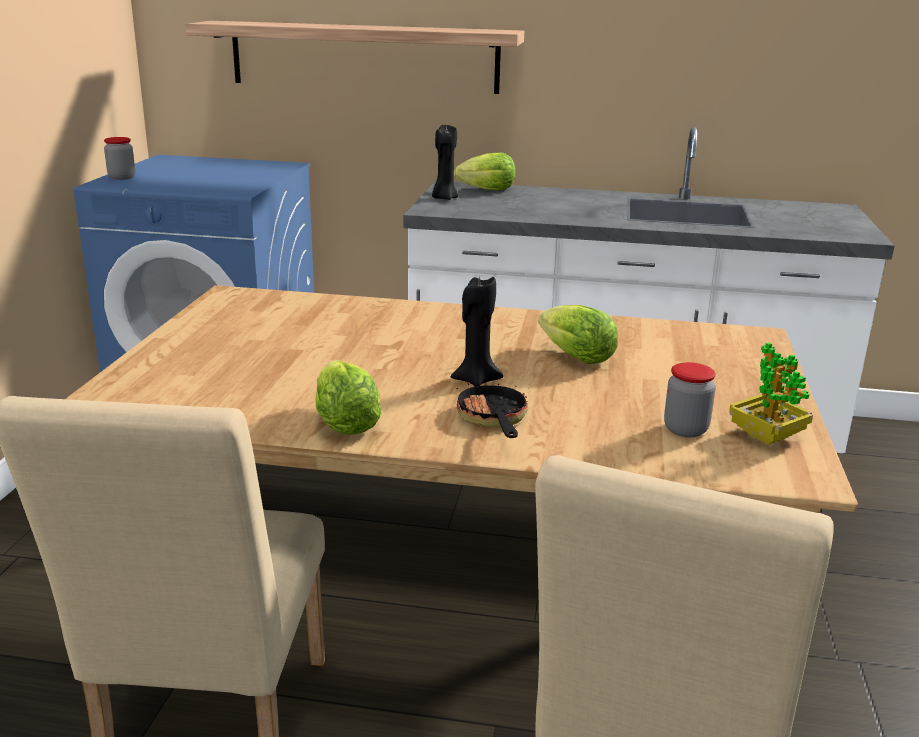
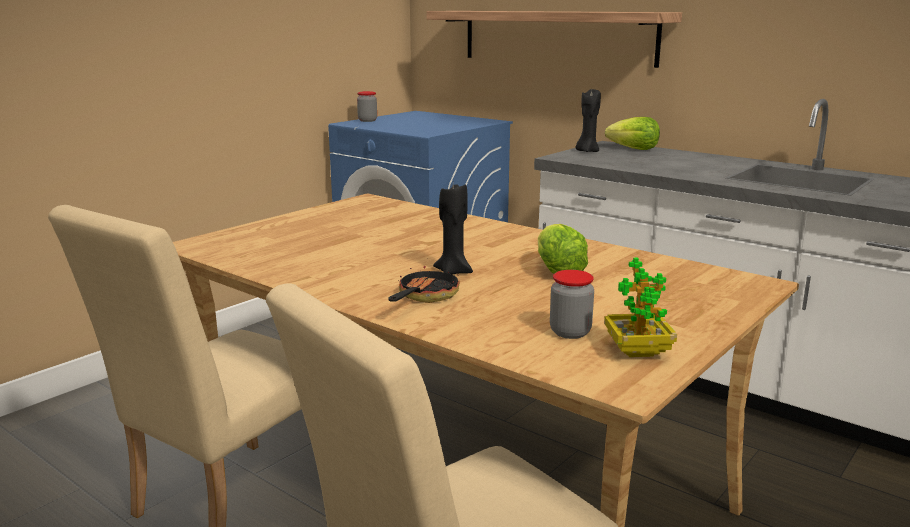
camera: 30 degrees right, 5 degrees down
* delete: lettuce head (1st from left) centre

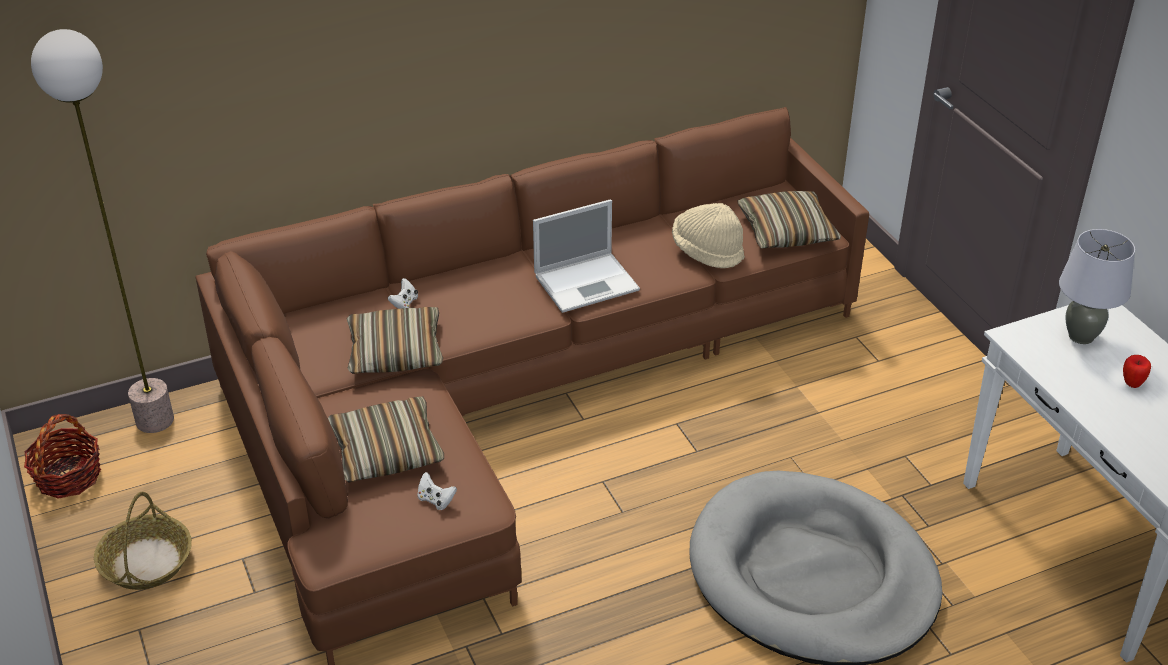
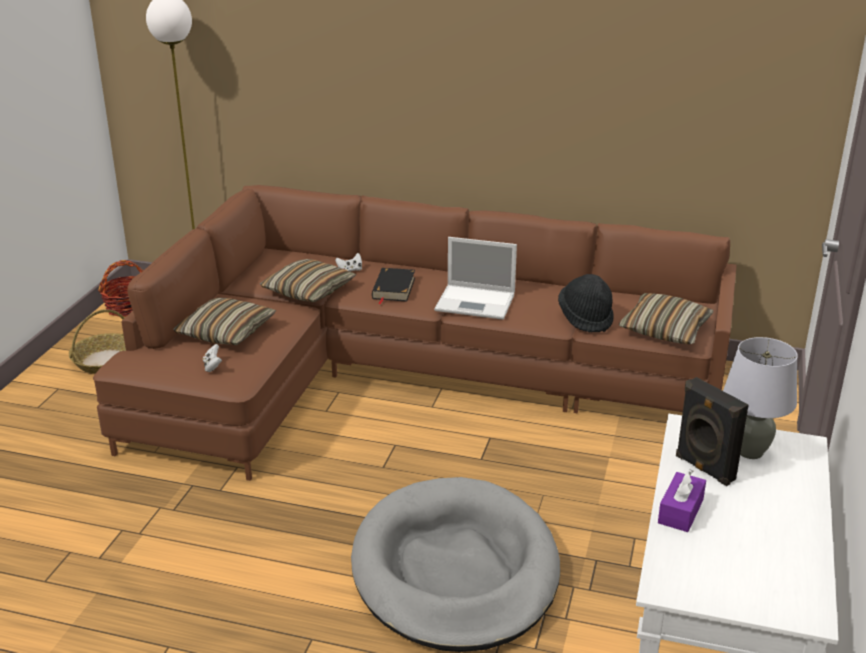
camera: 40 degrees right, 10 degrees down
* delete: whole apple middle right
* insert: blackish book centre
* insert: purplish box of tissues bottom right
* insert: blackish speaker middle right
* recolor: sand-coloured hat centre to blackish hat middle right

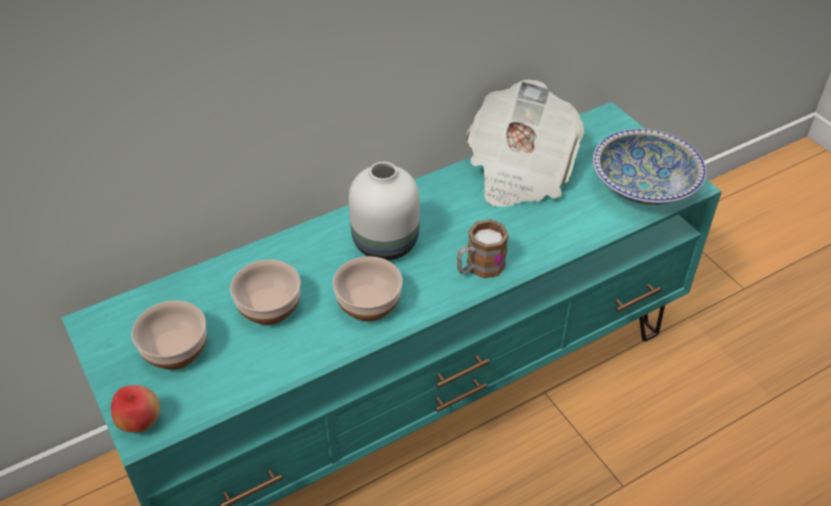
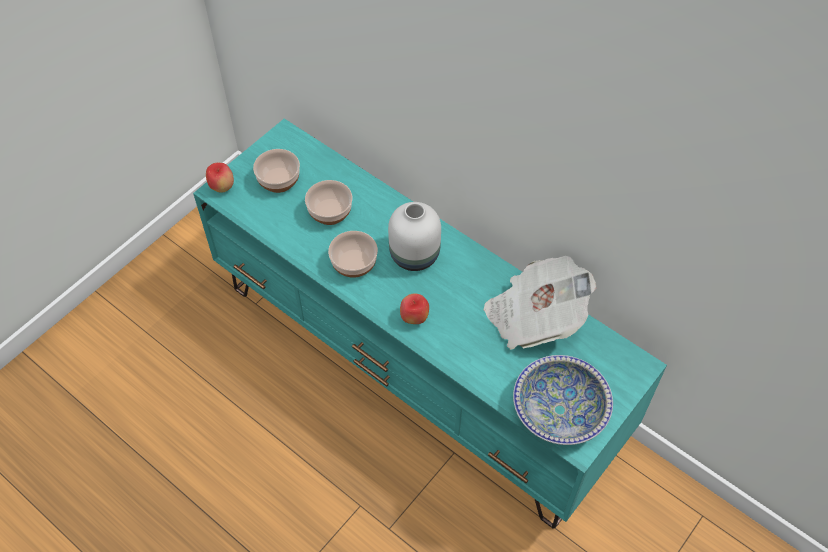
camera: 70 degrees right, 10 degrees up
* replace: tea mug centre to whole apple (2nd from left) centre

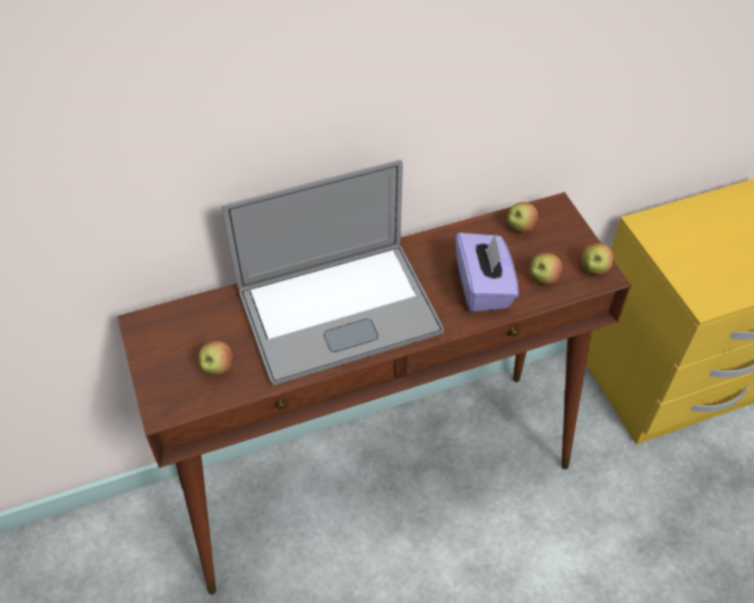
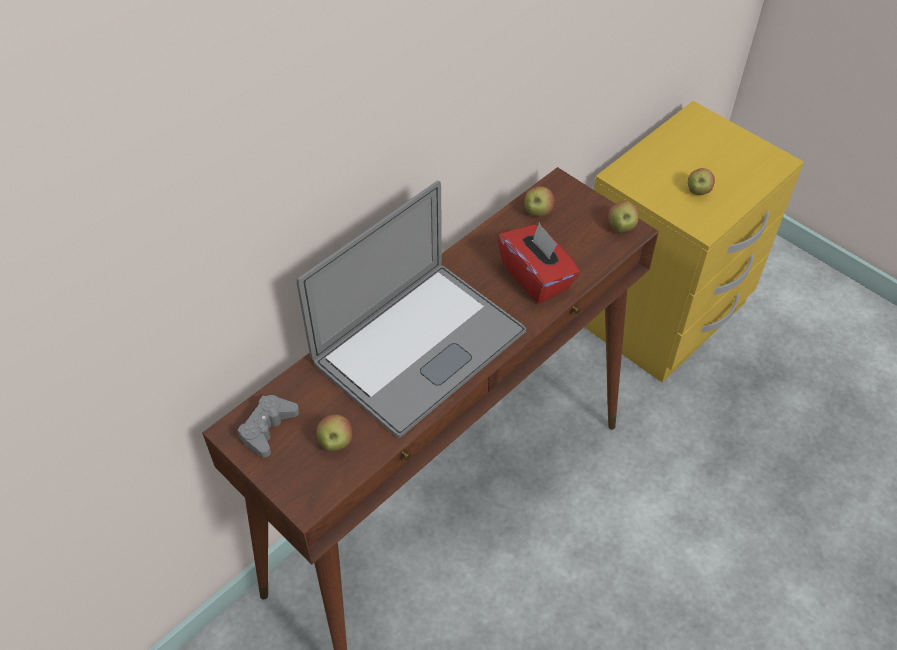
camera: 25 degrees left, 0 degrees up
* insert: greyish gamepad middle left
* move: whole apple (3rd from left in the first image) middle right to whole apple (4th from left) top right
* recolor: purplish box of tissues centre to red box of tissues centre

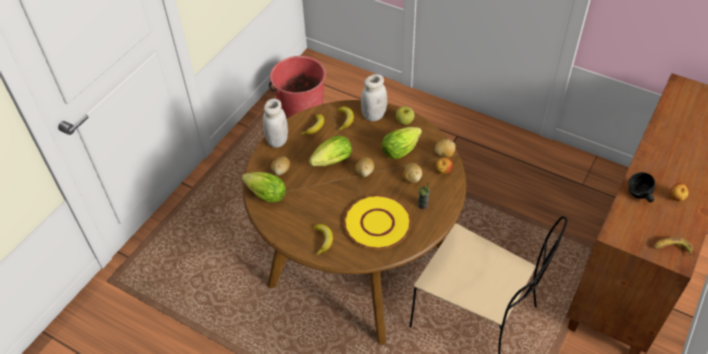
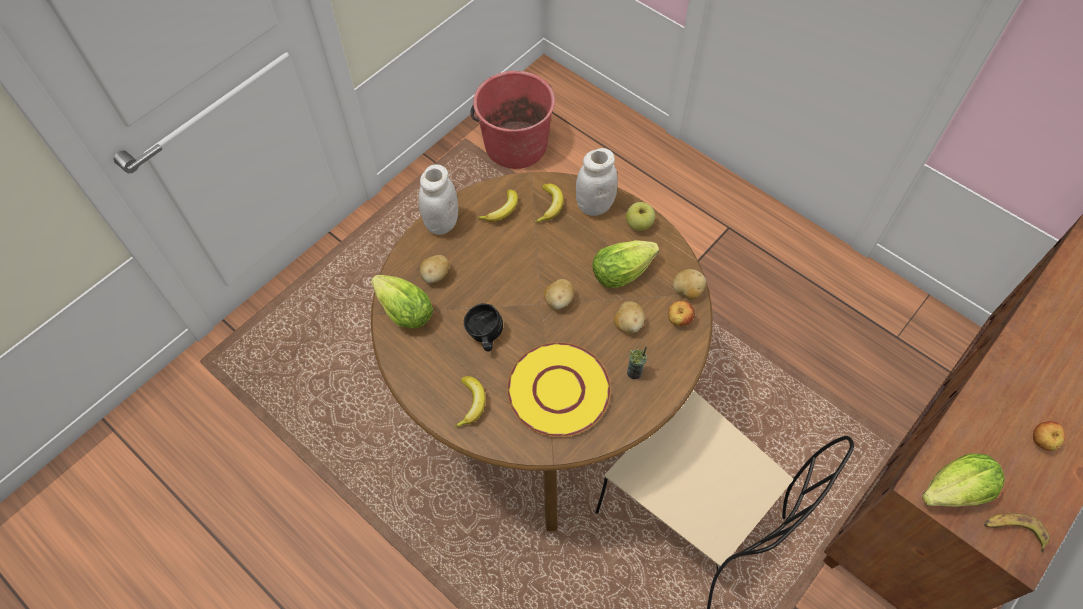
camera: 10 degrees right, 10 degrees up
* move: lettuce head (2nd from left in the first image) centre to lettuce head (3rd from left) bottom right
* move: blackish tea mug middle right to centre

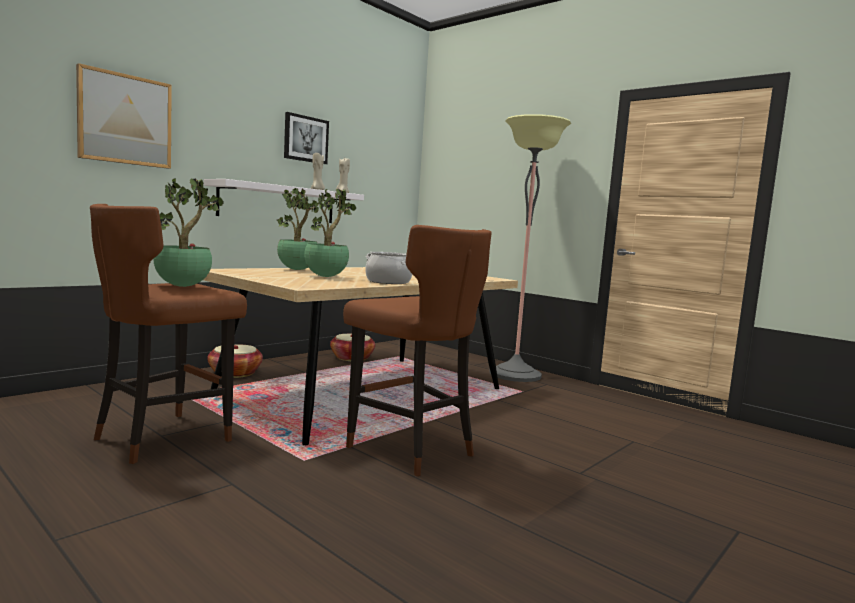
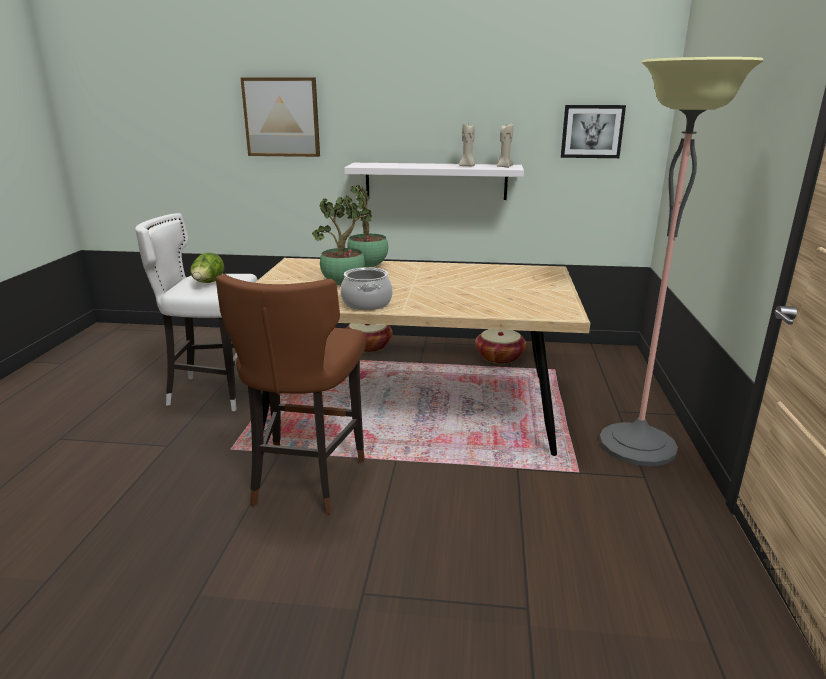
camera: 55 degrees right, 15 degrees up
* move: picture (2nd from left) top centre to top right
* replace: plant in a pot (1st from left) middle left to lettuce head middle left
* recolor: brown-coloured stool seat (1st from left) middle left to white-coloured stool seat middle left

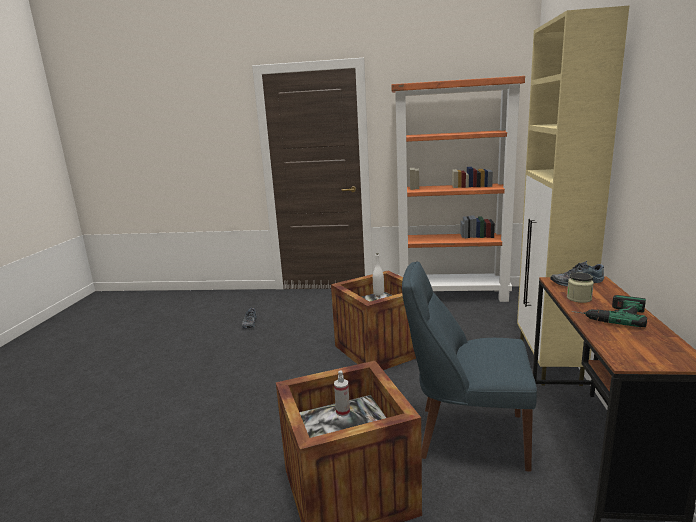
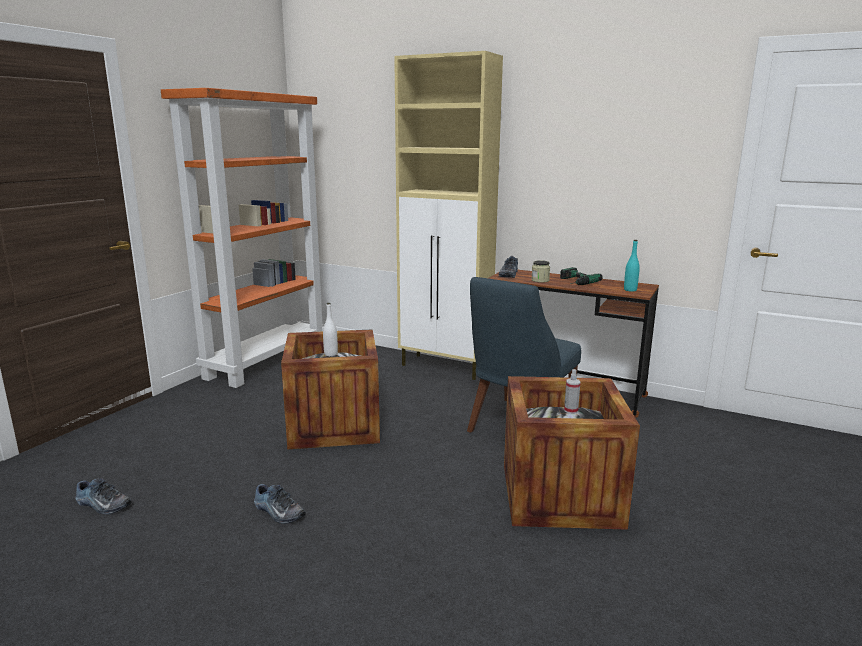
camera: 70 degrees left, 0 degrees up
* insert: low shoe (2nd from left) bottom left
* insert: blue-green bottle middle right

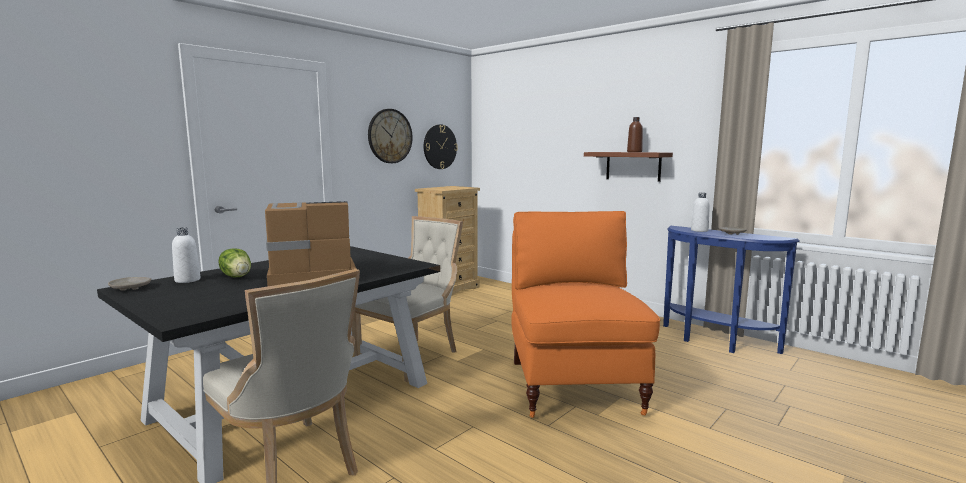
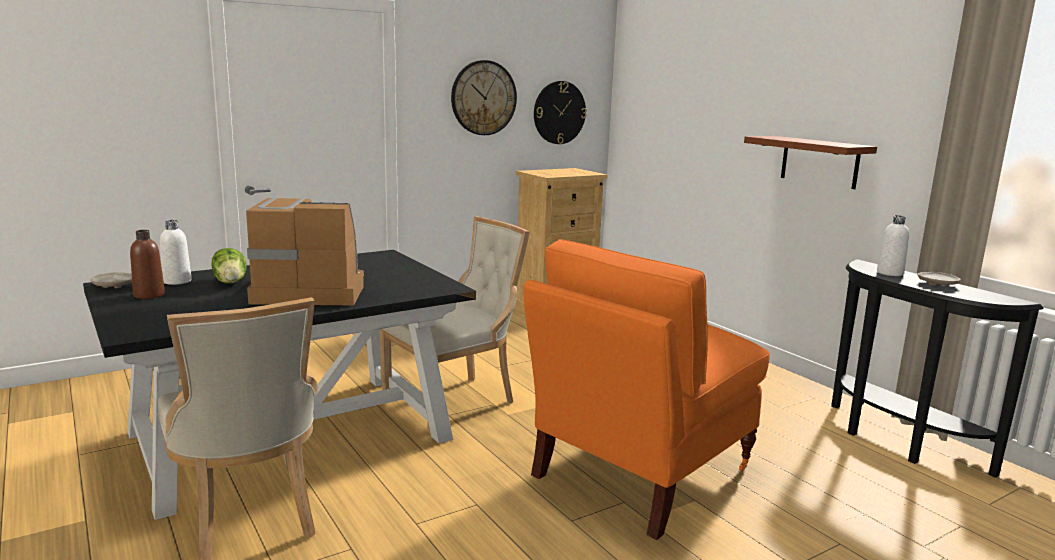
camera: 15 degrees right, 5 degrees up
* move: brown-coloured bottle top centre to middle left
* recolor: blue narrow table middle right to blackish narrow table middle right
* rotate: orangey chair centre = bottom centre 150 degrees counterclockwise

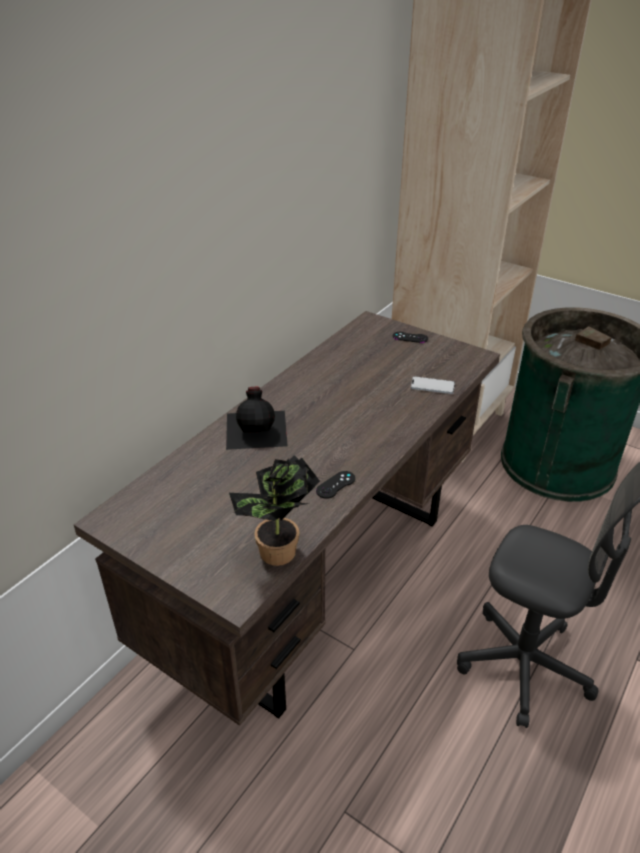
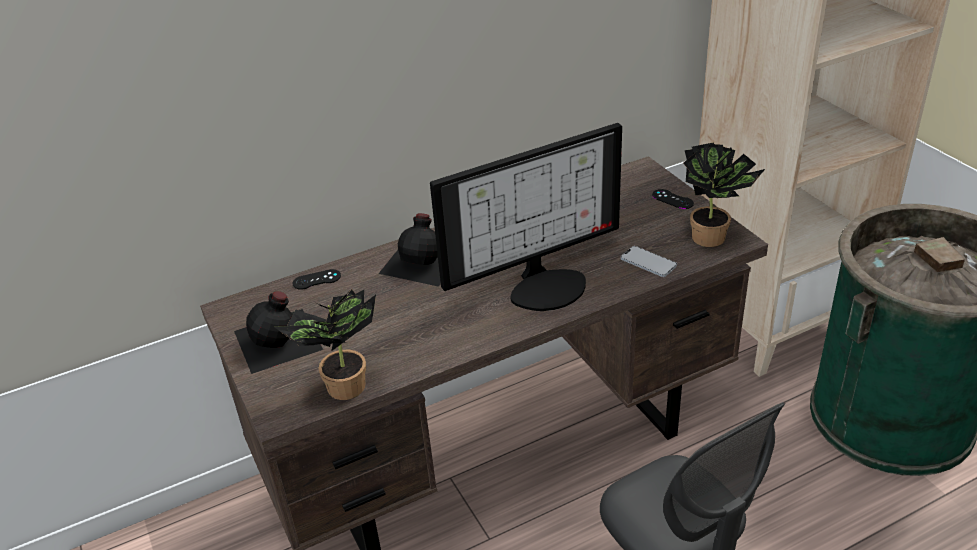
camera: 30 degrees right, 0 degrees up
* insert: blackish bottle (1st from left) middle left
* insert: computer screen centre
* insert: plant in a pot (2nd from left) middle right
* move: blackish gamepad (1st from left) centre to middle left

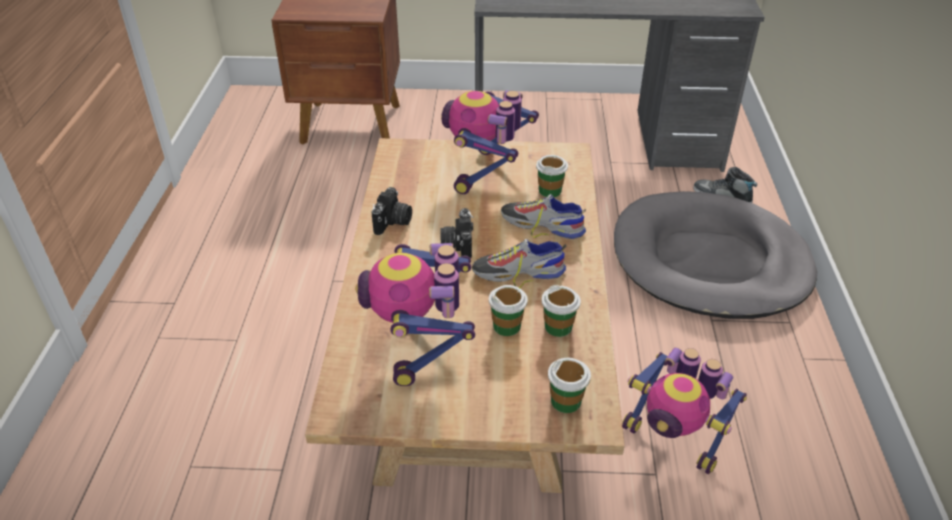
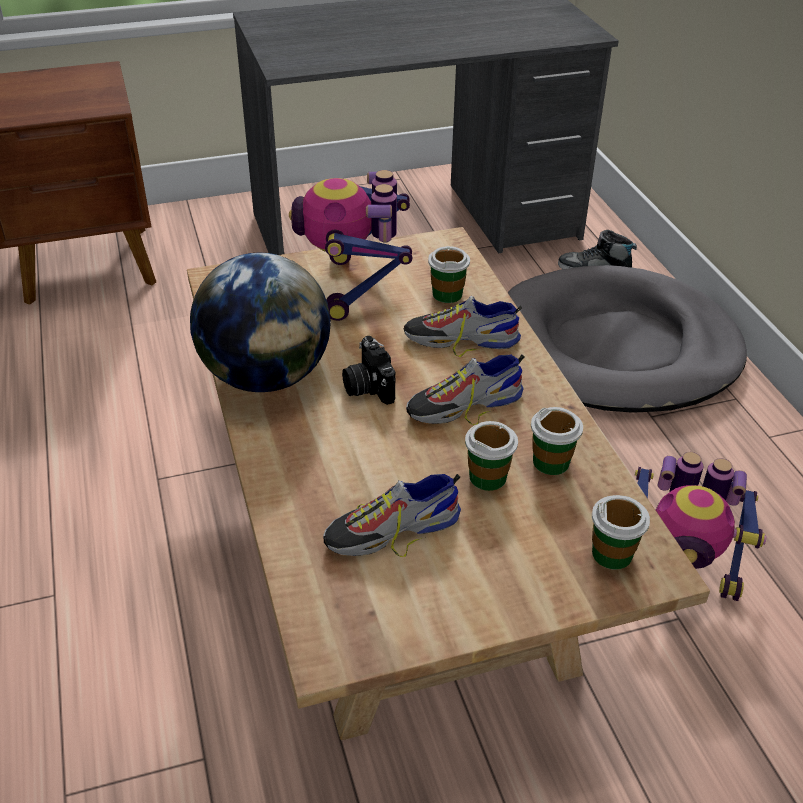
camera: 20 degrees left, 0 degrees up
* replace: model robot (1st from left) centre to low shoe (1st from left) centre
* replace: photo camera (1st from left) centre to desk globe middle left

